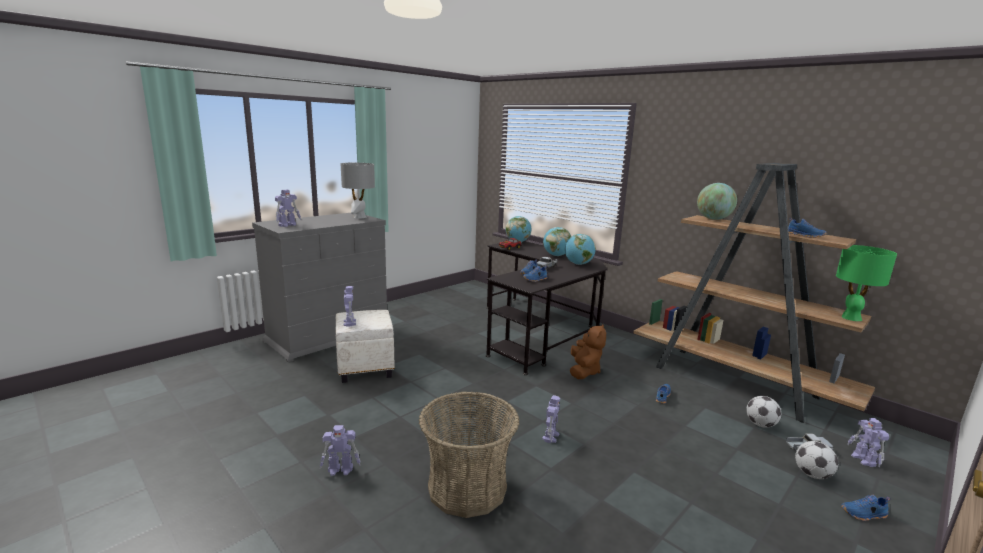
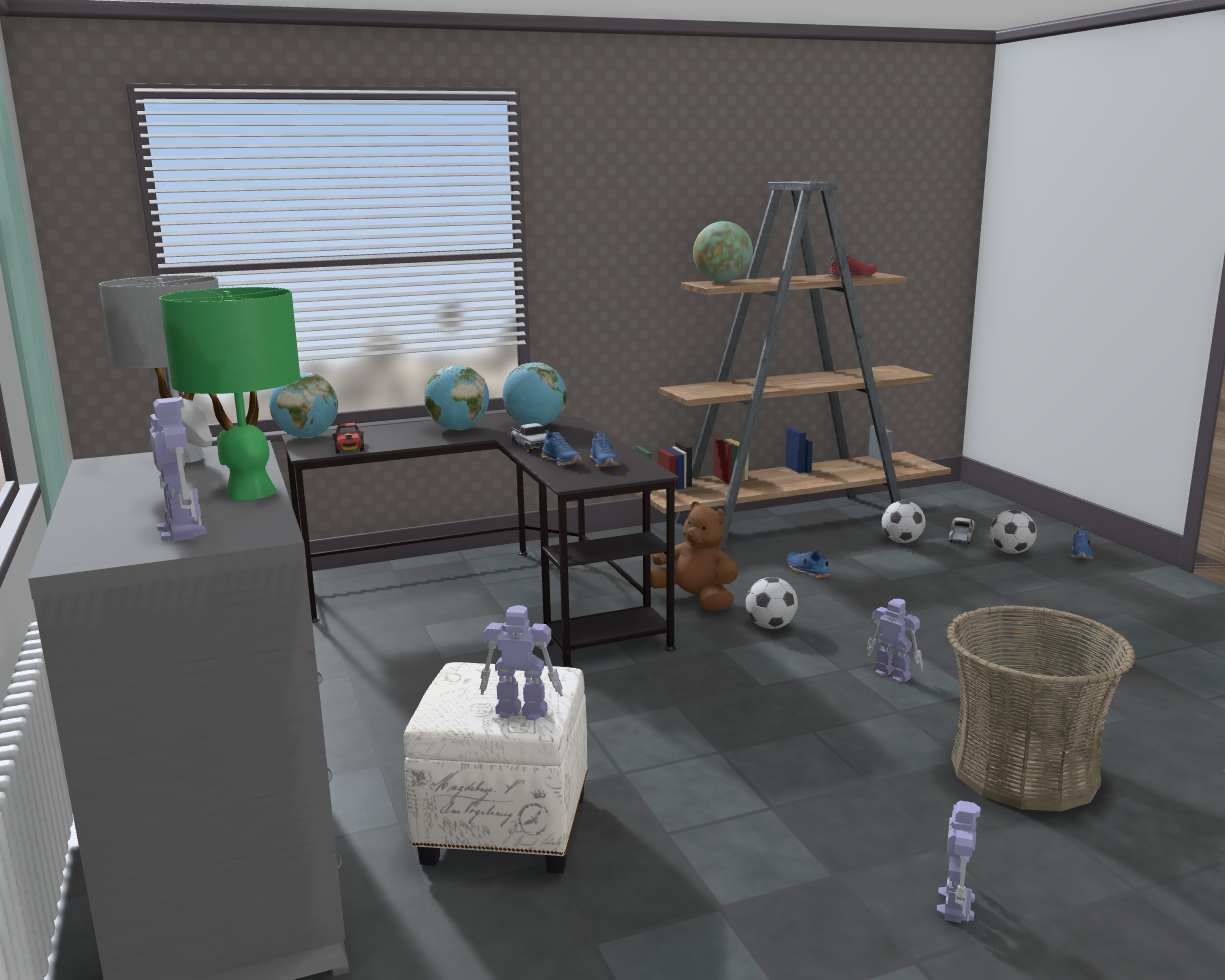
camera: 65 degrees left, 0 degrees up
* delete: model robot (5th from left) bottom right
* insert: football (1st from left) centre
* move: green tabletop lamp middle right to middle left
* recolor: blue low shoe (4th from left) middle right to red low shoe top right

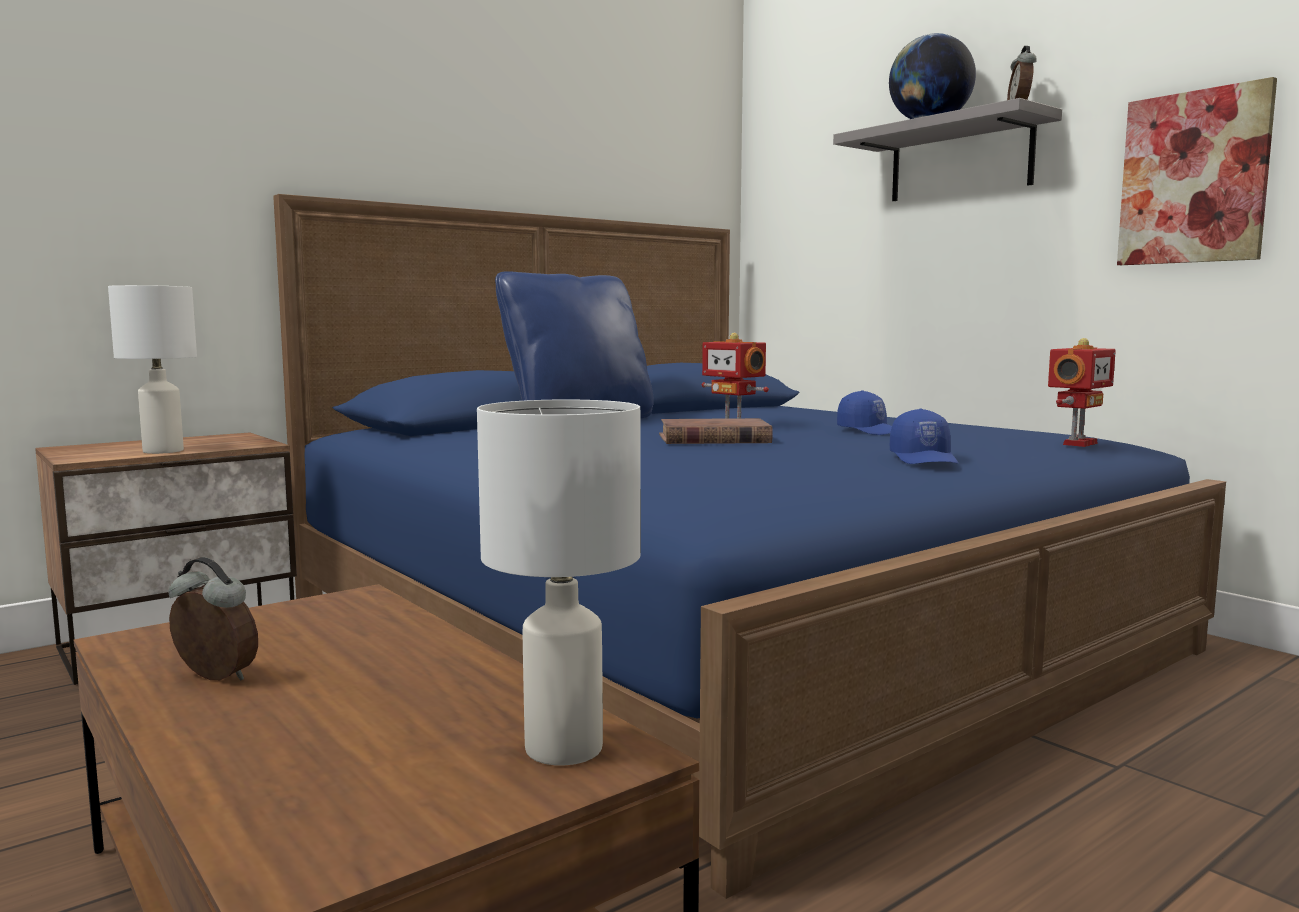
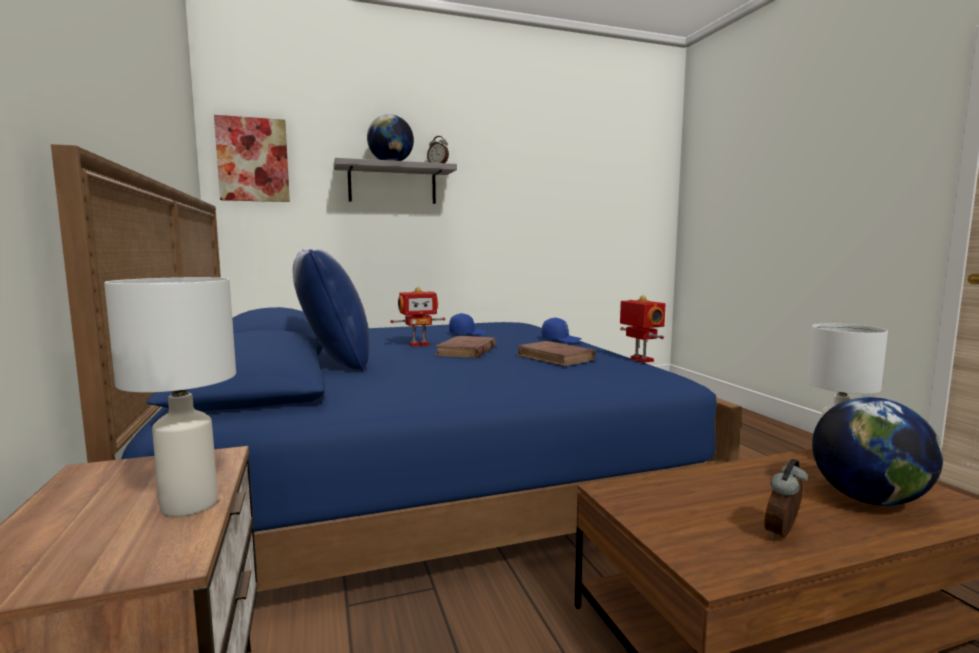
camera: 70 degrees left, 0 degrees up
* insert: brown-coloured book (2nd from left) centre
* insert: desk globe (2nd from left) bottom right
* move: model robot (2nd from left) middle right to centre
* move: picture top right to top left

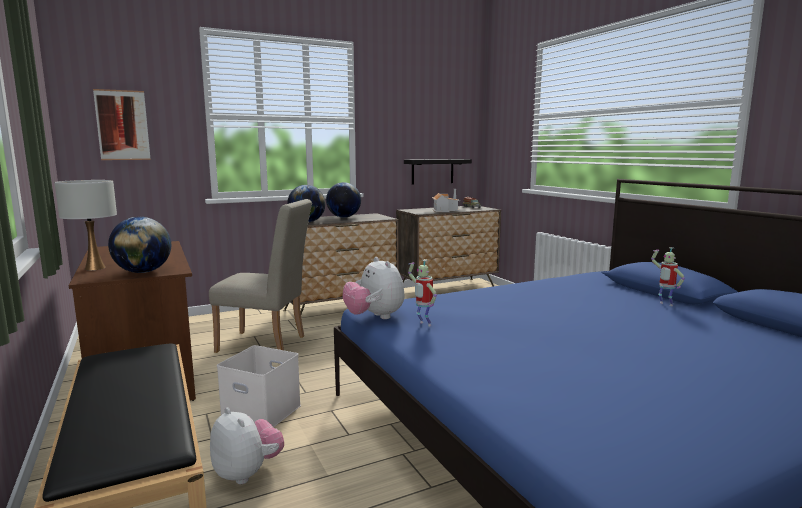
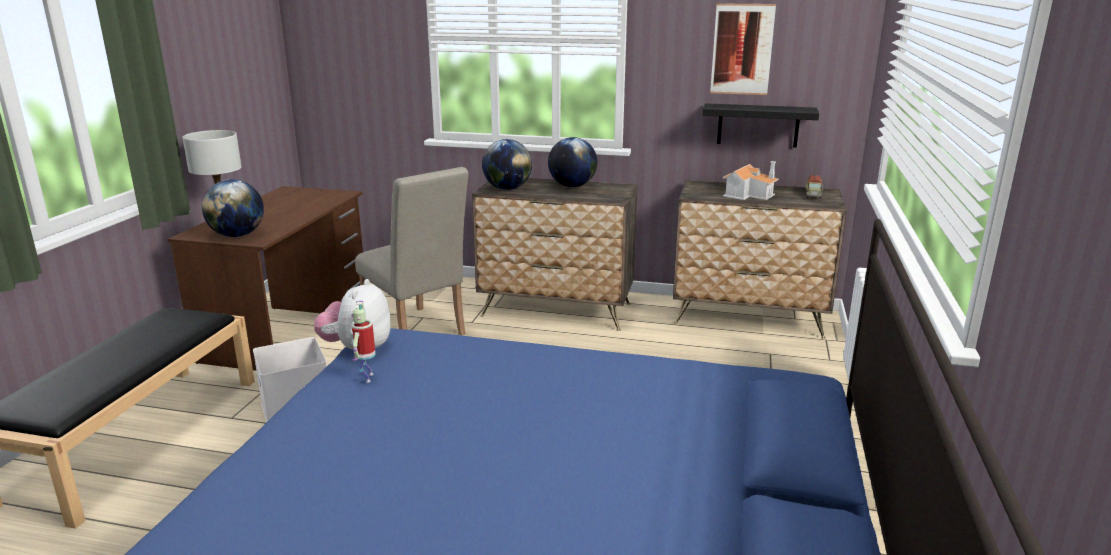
camera: 40 degrees right, 10 degrees up
* delete: soft toy (1st from left) bottom left
* delete: model robot (2nd from left) middle right
* move: picture top left to top right

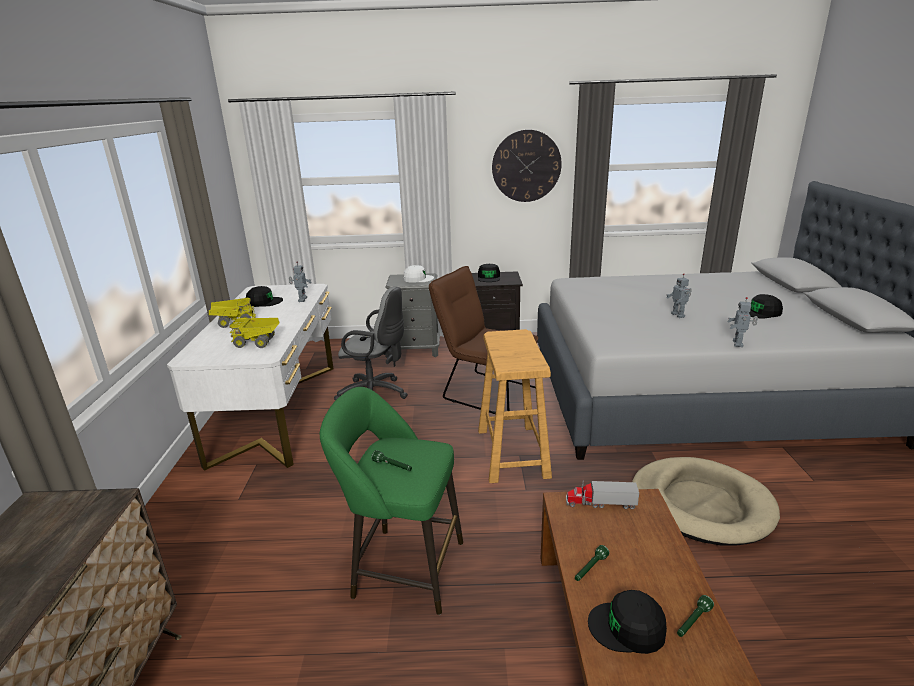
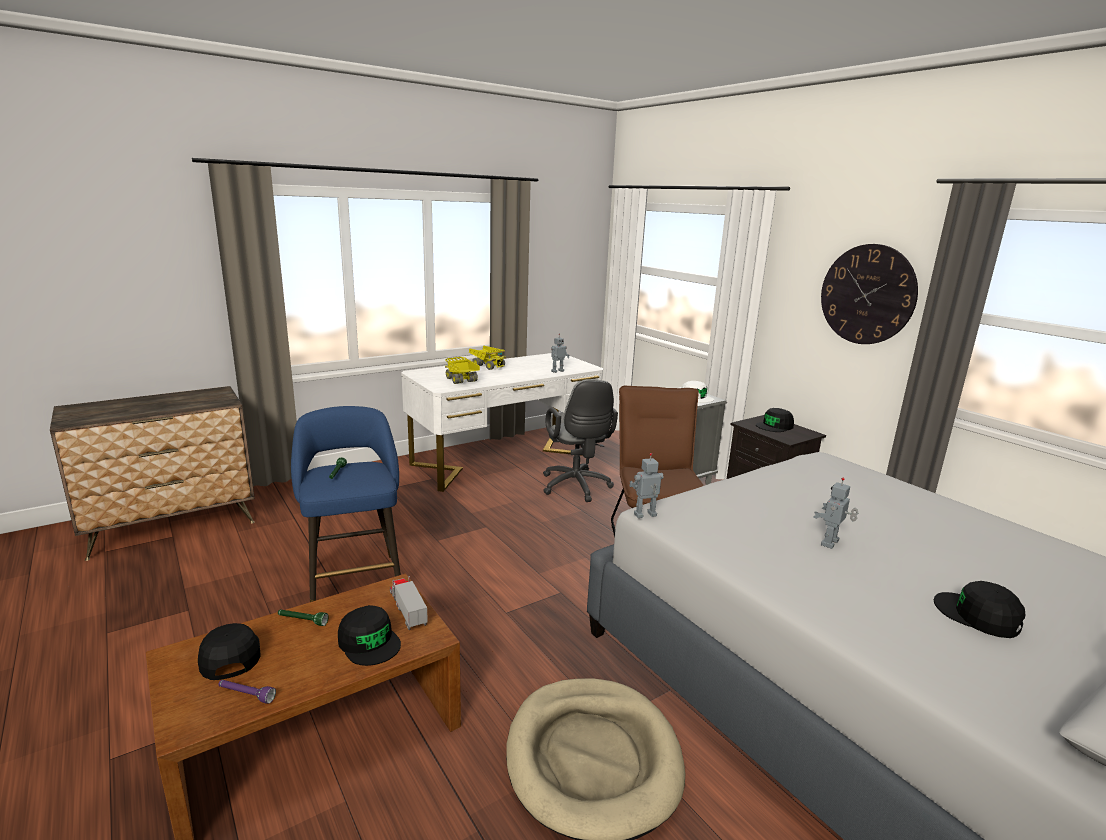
camera: 55 degrees right, 5 degrees down
* delete: sand-coloured stool seat centre
* move: blackish baseball cap (1st from left in the first image) middle left to blackish baseball cap (2nd from left) bottom centre
* move: model robot (3rd from left in the first image) middle right to model robot (2nd from left) centre
* recolor: green stool seat bottom centre to blue stool seat middle left
* recolor: green flashlight (3rd from left) bottom right to purplish flashlight bottom left

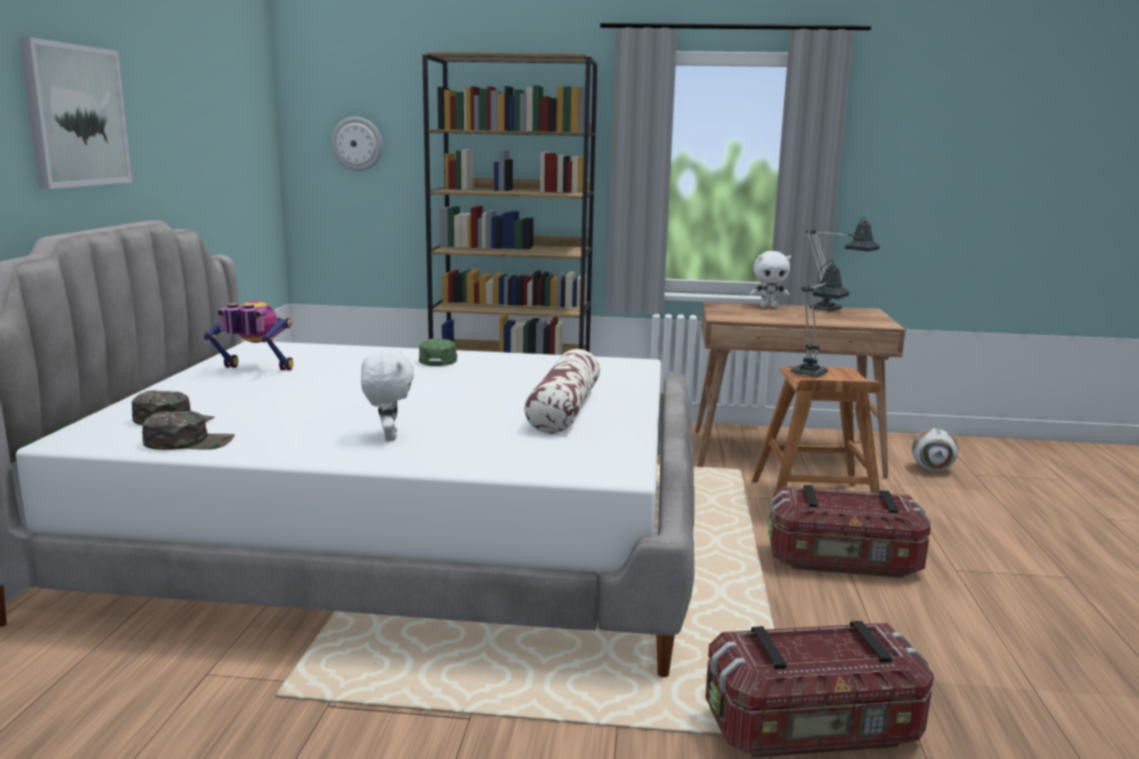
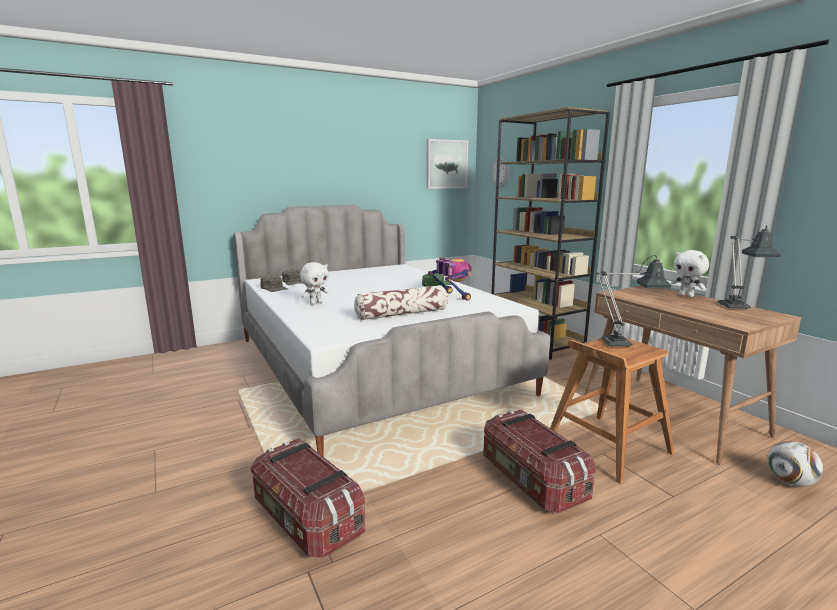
camera: 55 degrees right, 0 degrees up
* move: picture top left to top centre
* move: model robot middle left to centre

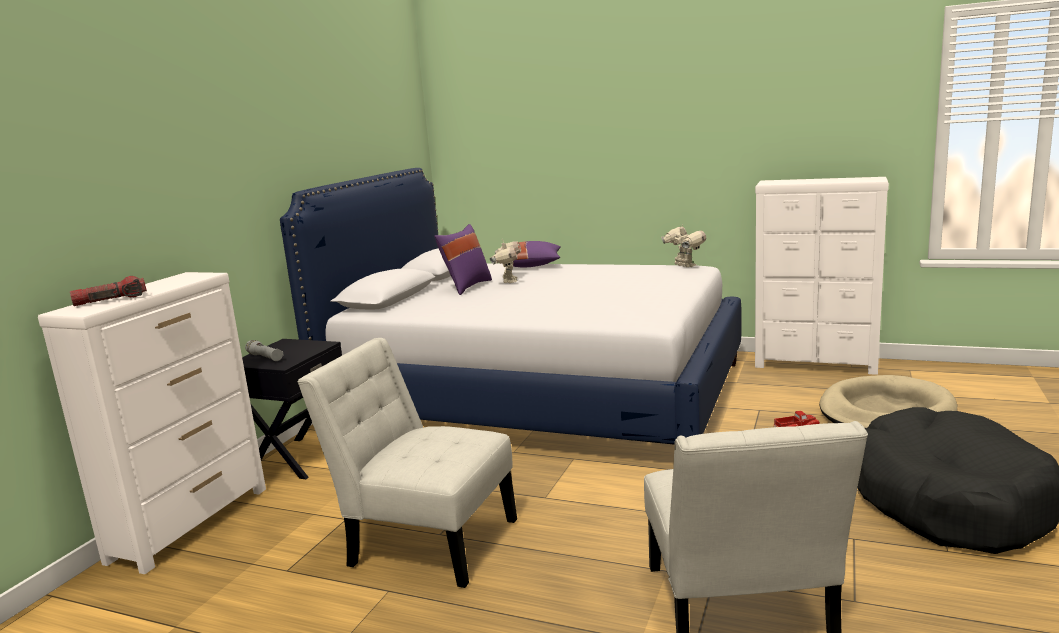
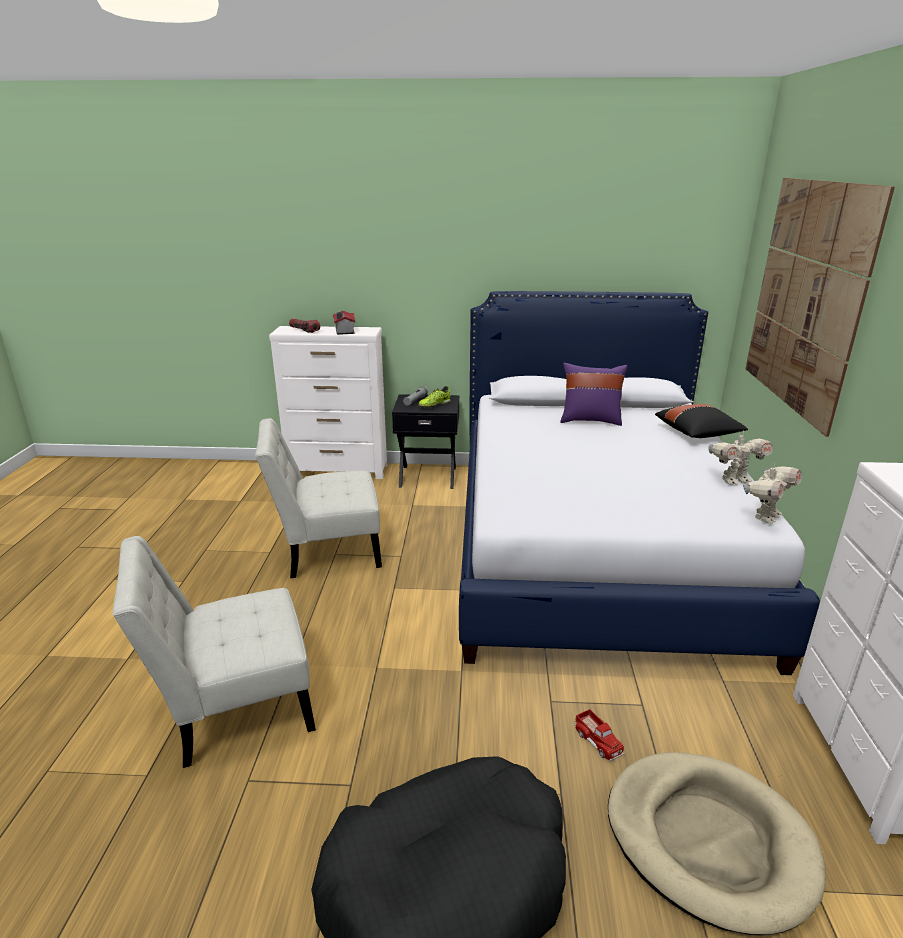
camera: 70 degrees right, 10 degrees up
* insert: miniature house centre
* insert: low shoe centre
* insert: picture top right
* move: model robot (1st from left) centre to middle right
* recolor: purplish cushion (2nd from left) centre to blackish cushion middle right
* rotate: white-coloured chair (1st from left in the first image) bottom centre = centre 105 degrees counterclockwise

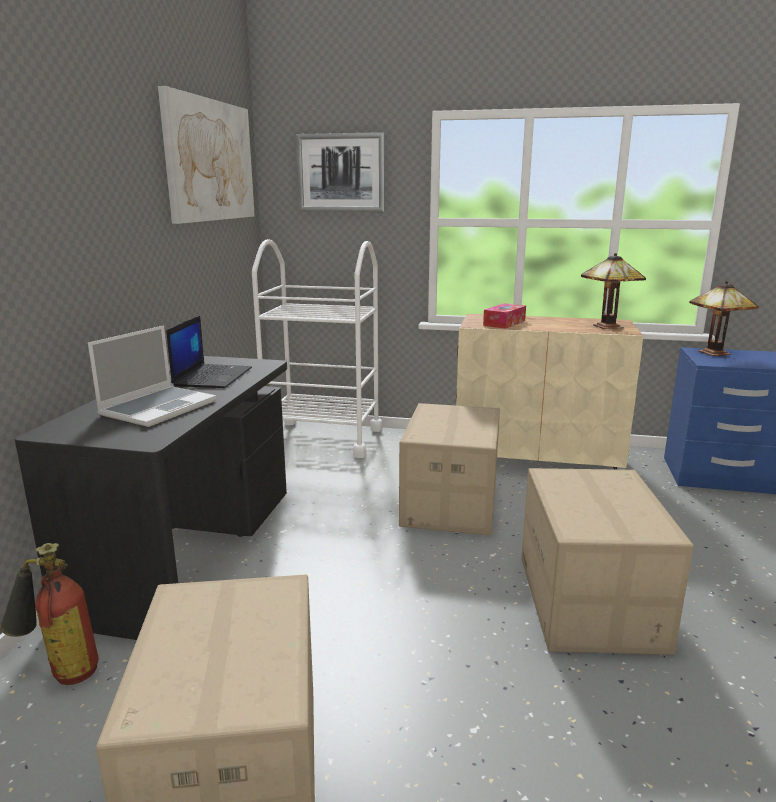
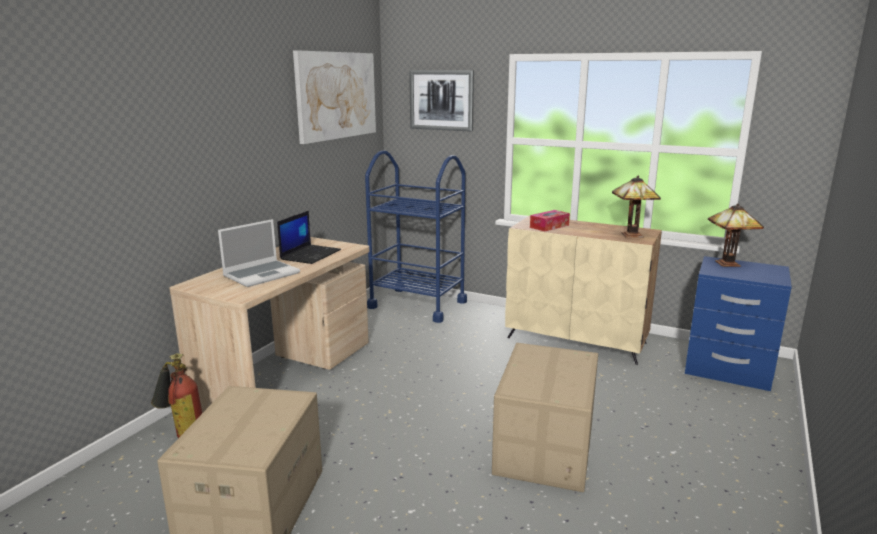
camera: 15 degrees right, 0 degrees up
* delete: carton (2nd from left) centre
* recolor: blackish desk table middle left to sand-coloured desk table middle left
* recolor: white-coloured wheeled cart centre to blue wheeled cart centre

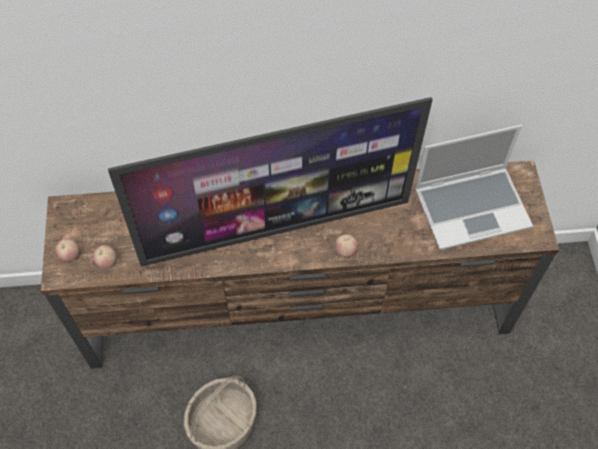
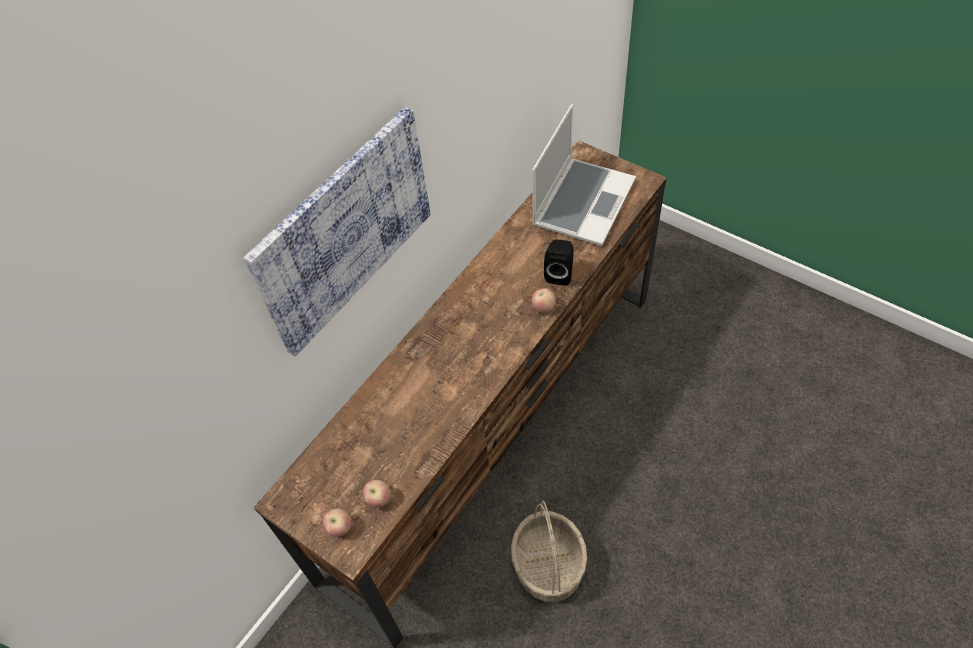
camera: 45 degrees left, 5 degrees down
* delete: TV set centre
* insert: picture centre
* insert: blackish speaker centre

